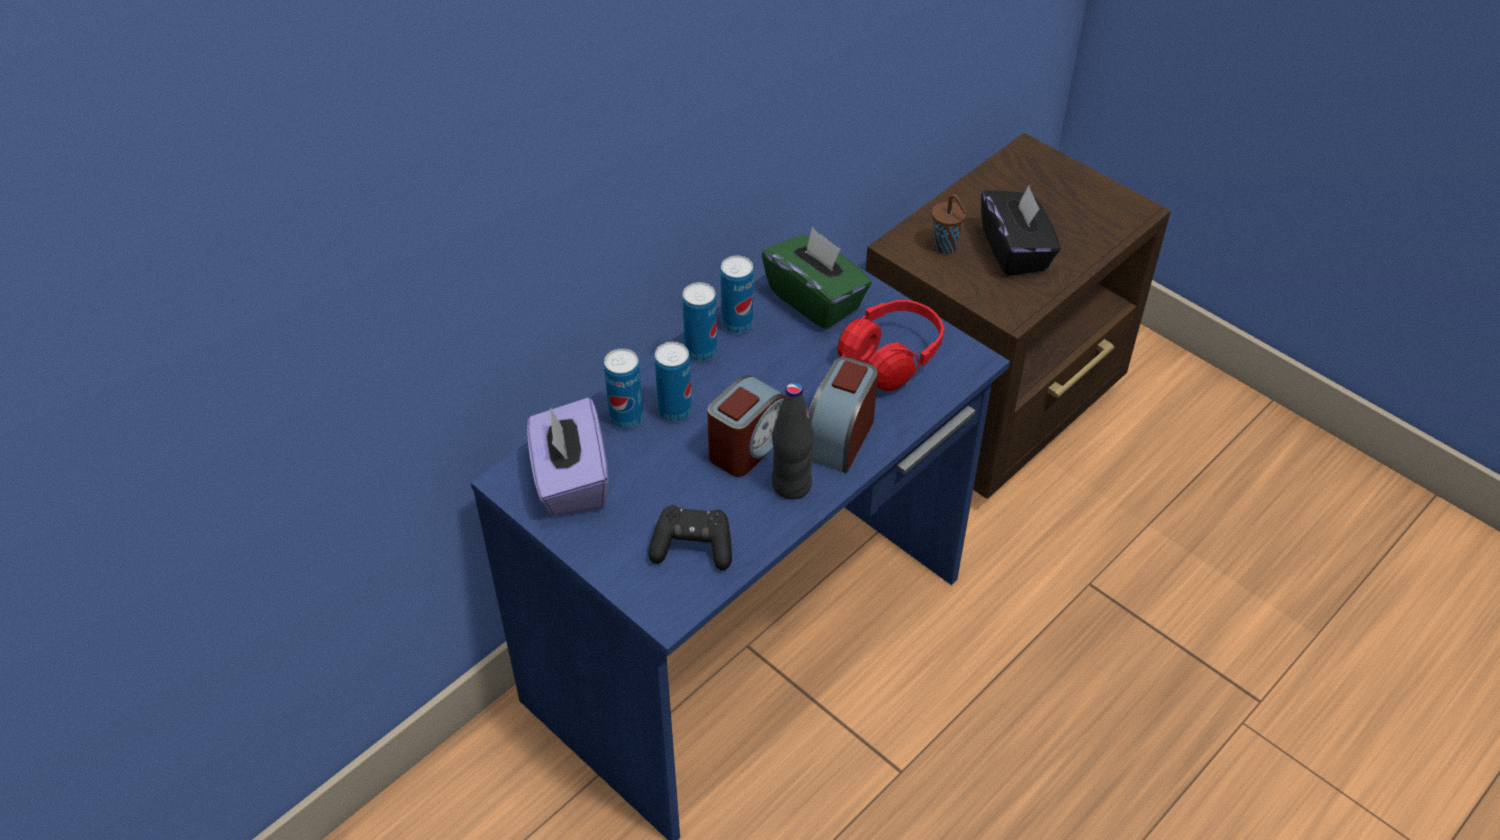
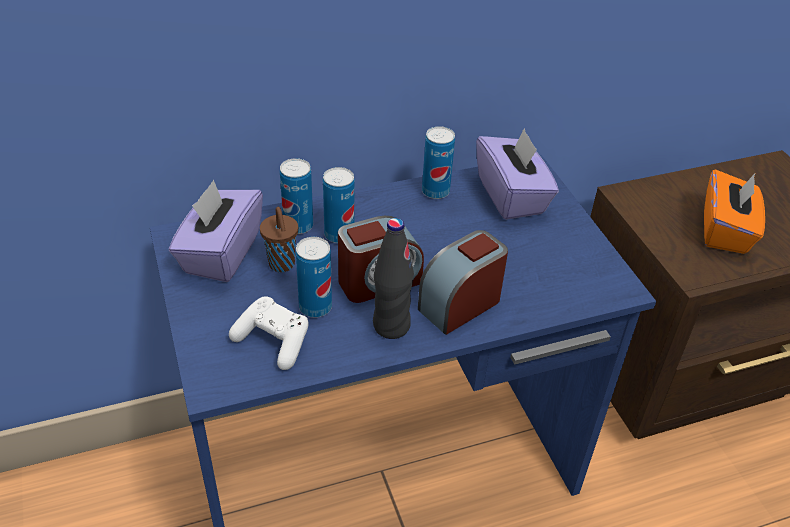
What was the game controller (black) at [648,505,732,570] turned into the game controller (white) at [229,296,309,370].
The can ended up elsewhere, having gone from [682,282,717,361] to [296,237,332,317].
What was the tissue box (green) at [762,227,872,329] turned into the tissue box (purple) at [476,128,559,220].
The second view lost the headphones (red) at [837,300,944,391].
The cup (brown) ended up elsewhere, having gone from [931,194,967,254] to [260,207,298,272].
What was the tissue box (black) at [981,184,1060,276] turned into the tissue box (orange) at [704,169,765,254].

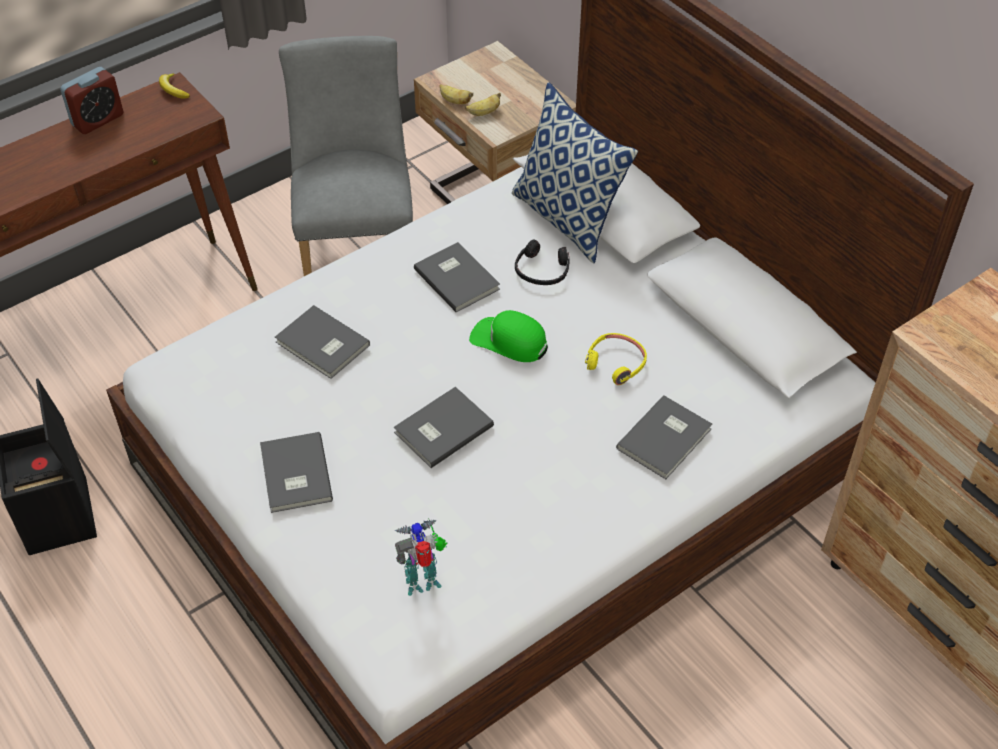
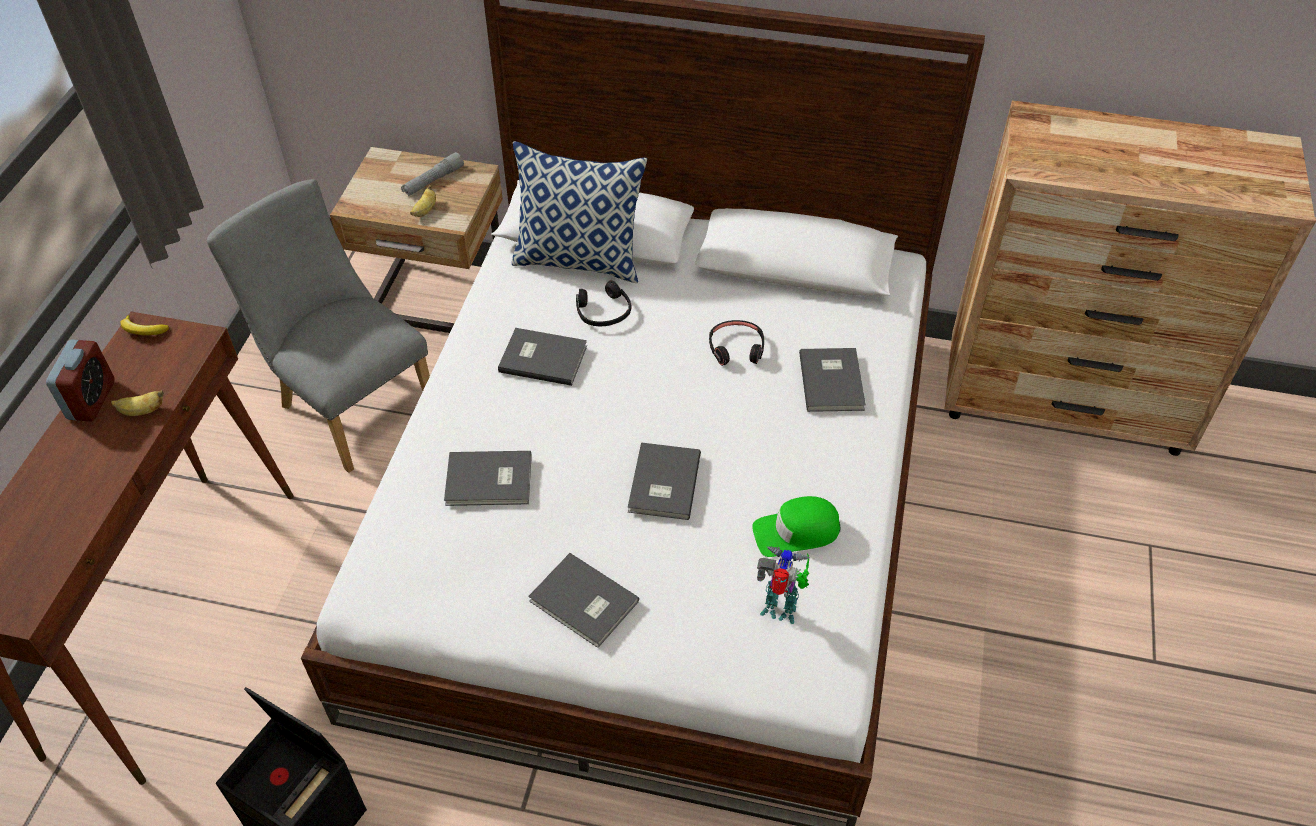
The toy robot at [395,520,447,596] ended up facing another way, 75 degrees clockwise from before.
The banana ended up elsewhere, having gone from [440,84,473,104] to [111,390,164,416].
The cap (green) ended up elsewhere, having gone from [469,310,548,362] to [752,496,840,557].
What was the headphones (yellow) at [585,333,647,385] turned into the headphones (black) at [709,320,764,366].
The second view gained the flashlight (grey) at [401,152,464,196].

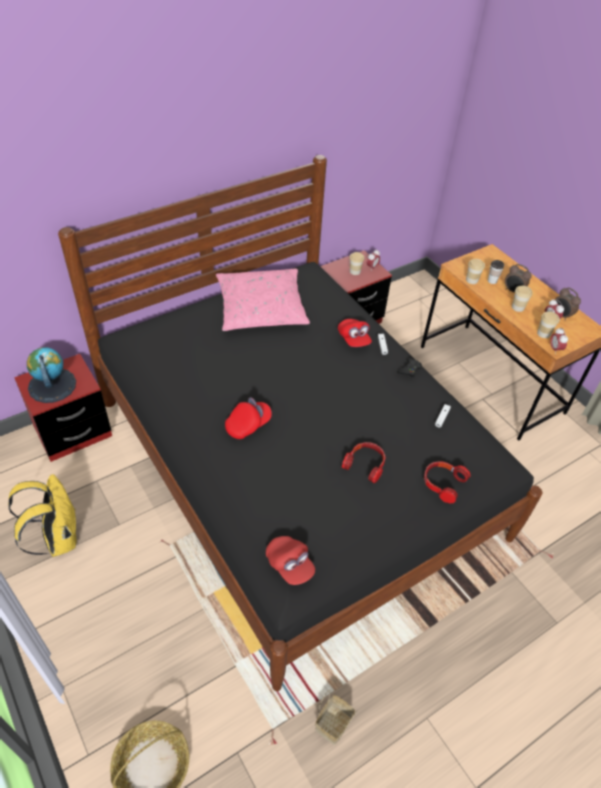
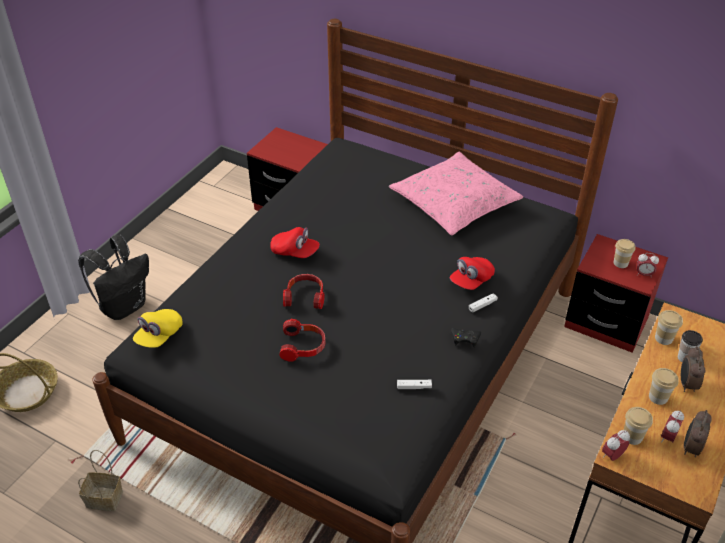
The second view lost the backpack (yellow) at [8,474,77,557].
The second view lost the globe at [27,347,76,403].
What was the cap (red) at [266,536,315,585] turned into the cap (yellow) at [133,309,183,348].
The headphones ended up elsewhere, having gone from [424,461,470,503] to [283,274,325,309].
The second view gained the backpack (black) at [78,235,149,320].

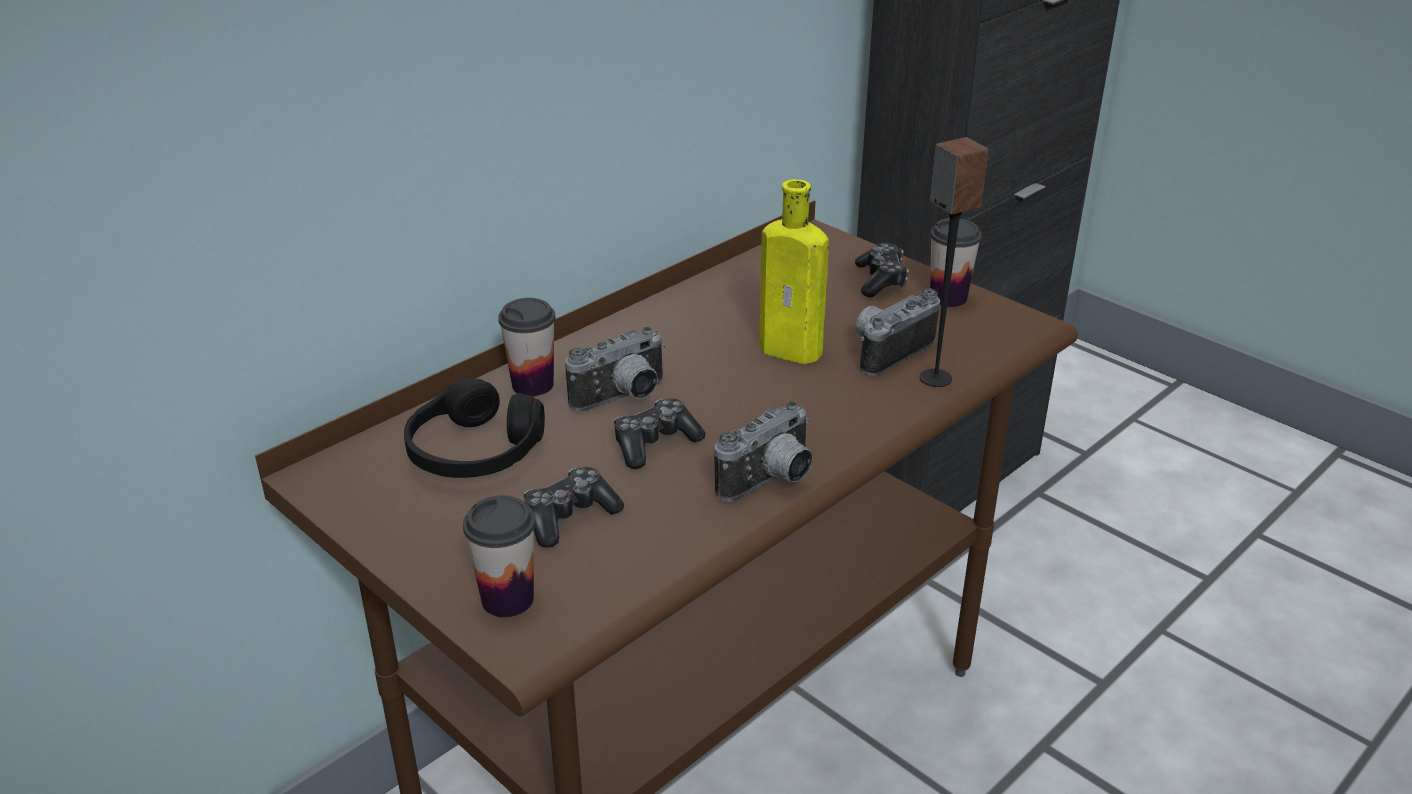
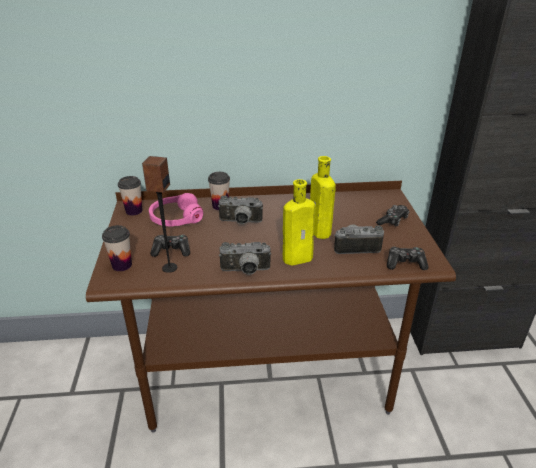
What was the headphones (black) at [404,378,545,478] turned into the headphones (pink) at [149,193,203,226].
The game controller ended up elsewhere, having gone from [614,398,705,469] to [387,247,429,270].
The speaker ended up elsewhere, having gone from [920,137,989,387] to [142,156,177,273].
The cup ended up elsewhere, having gone from [930,218,982,307] to [118,176,142,215].
The second view gained the bottle (yellow) at [283,179,316,266].

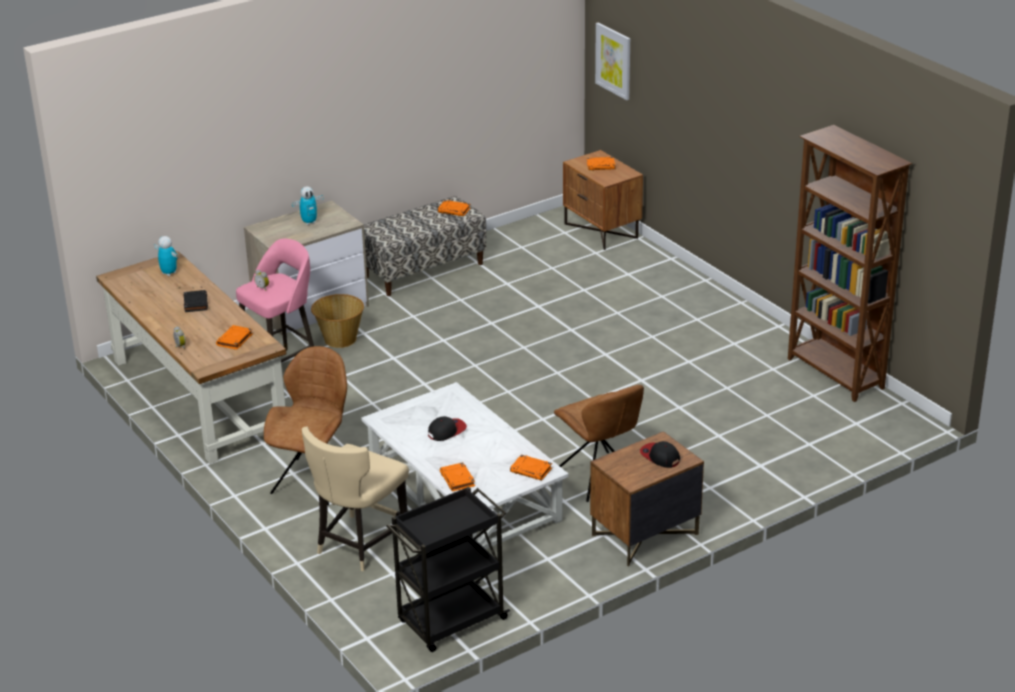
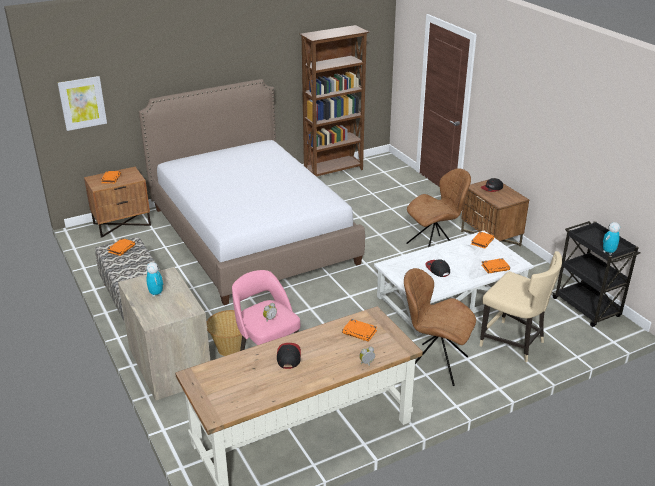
The toy robot ended up elsewhere, having gone from [154,236,177,276] to [603,222,620,255].
Where the book (black) stood at [183,290,208,312], the cap came to stand at [277,343,301,369].
The second view gained the bed at [139,79,365,305].

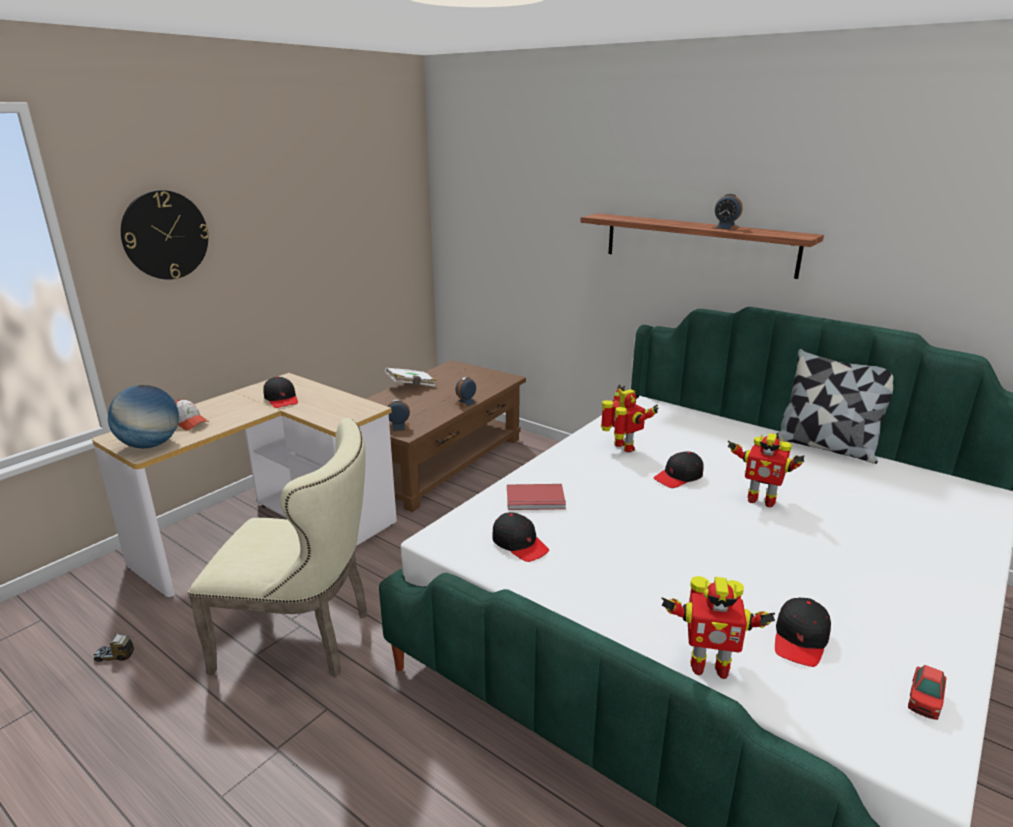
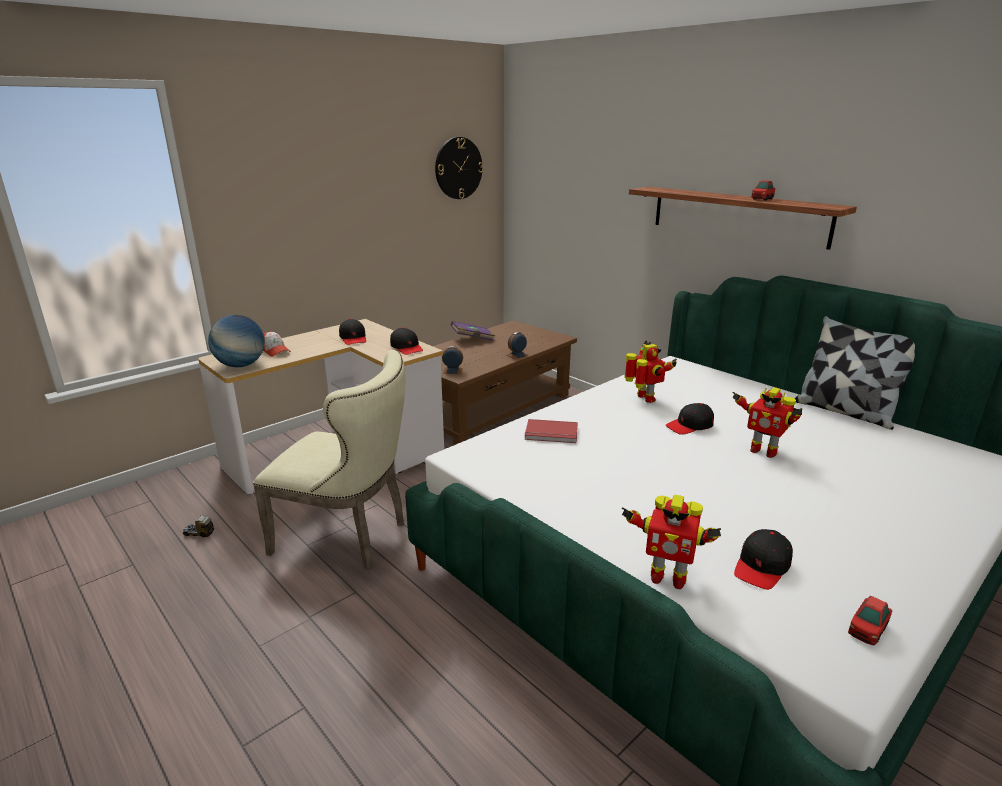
The wall clock ended up elsewhere, having gone from [121,190,209,280] to [435,137,483,199].
What was the book (white) at [385,367,437,387] turned into the book (purple) at [450,321,495,341].
The cap (black) ended up elsewhere, having gone from [492,512,549,562] to [390,327,423,355].
Where the alarm clock stood at [713,194,743,230], the toy car came to stand at [751,180,775,200].

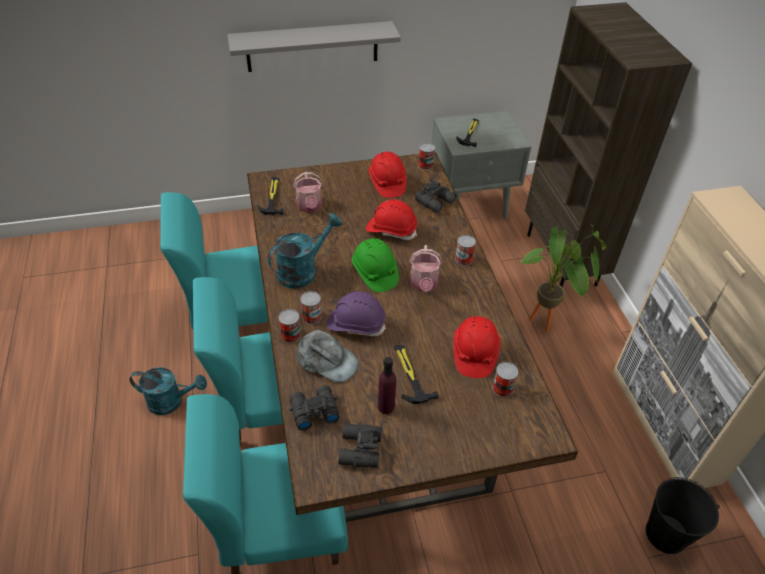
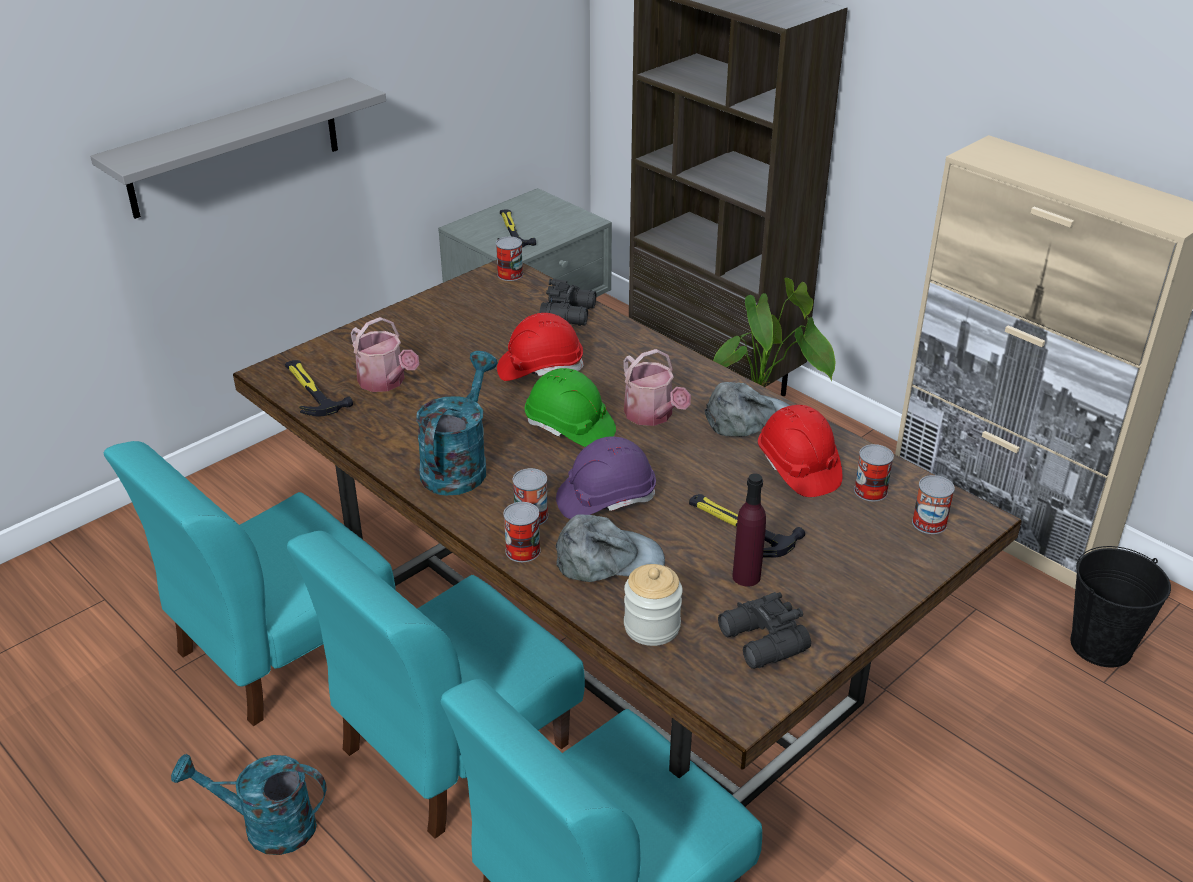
The watering can (turquoise) at [130,367,207,415] ended up facing another way, 150 degrees counterclockwise from before.
Where the binoculars (black) stood at [289,385,339,430], the jar came to stand at [624,564,683,646].
The second view lost the hard hat (red) at [368,152,407,198].
The can ended up elsewhere, having gone from [455,235,476,266] to [912,475,955,534].
The second view gained the cap (grey) at [705,382,791,437].

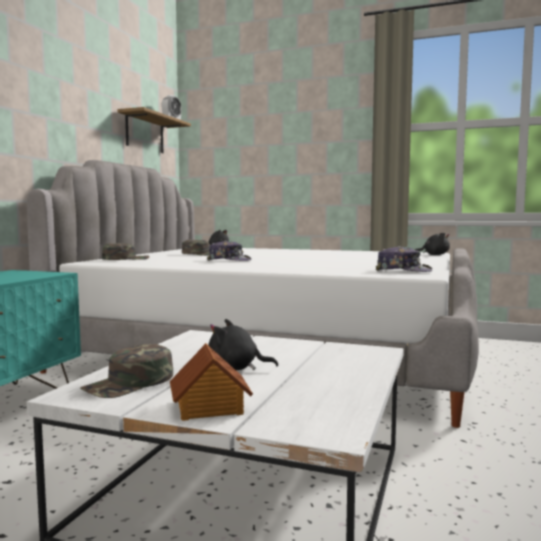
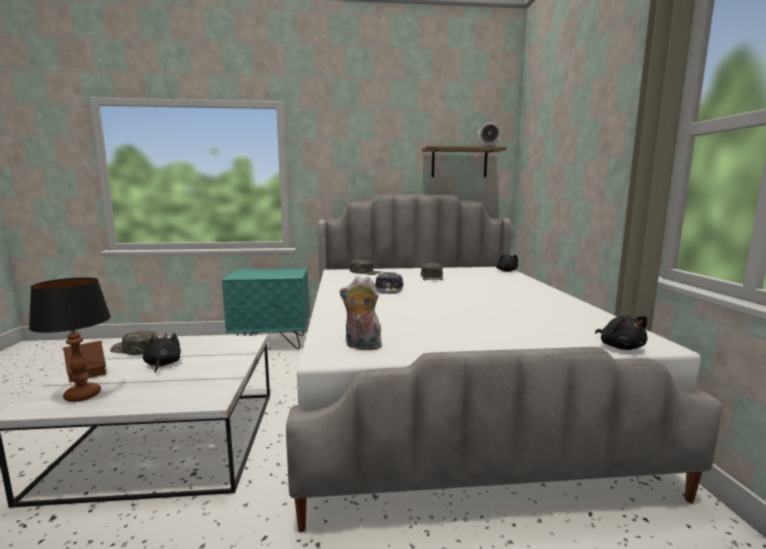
Where the cap stood at [376,246,432,272], the plush toy came to stand at [340,277,382,350].
The second view gained the table lamp at [29,278,111,402].

